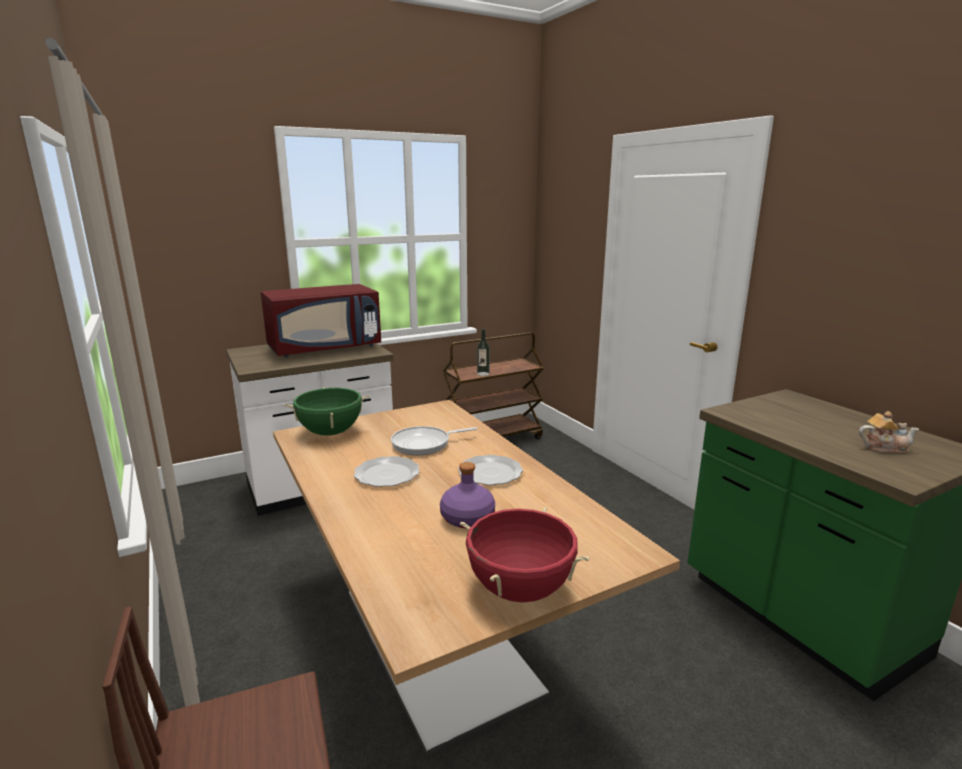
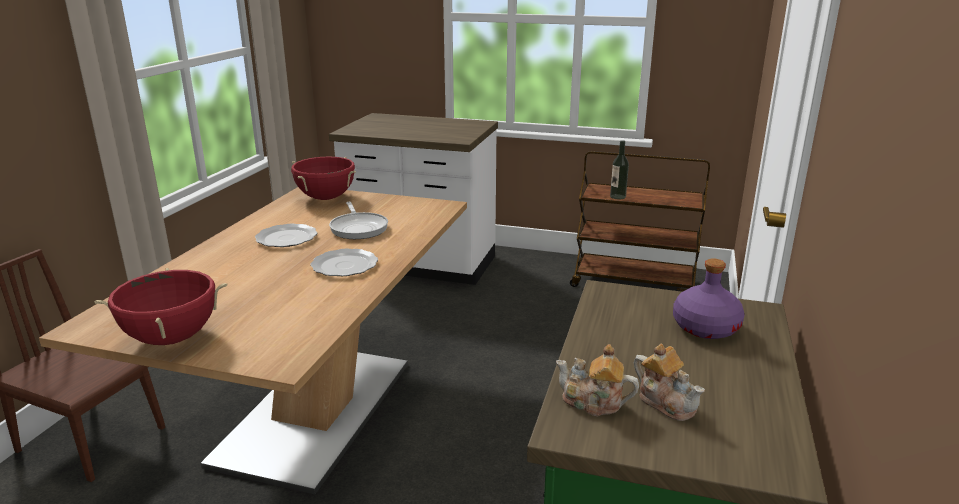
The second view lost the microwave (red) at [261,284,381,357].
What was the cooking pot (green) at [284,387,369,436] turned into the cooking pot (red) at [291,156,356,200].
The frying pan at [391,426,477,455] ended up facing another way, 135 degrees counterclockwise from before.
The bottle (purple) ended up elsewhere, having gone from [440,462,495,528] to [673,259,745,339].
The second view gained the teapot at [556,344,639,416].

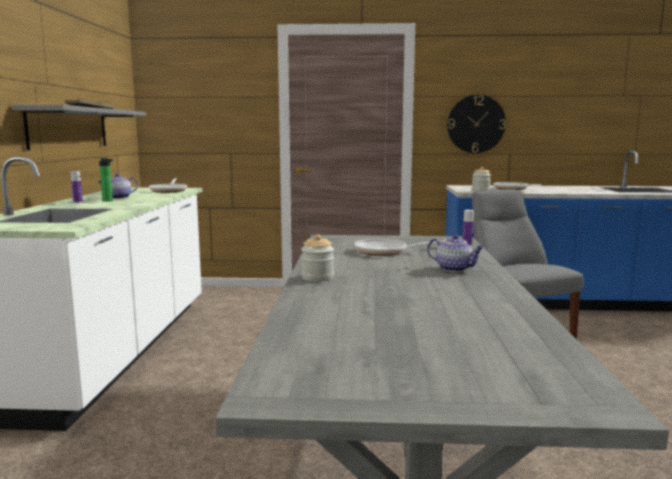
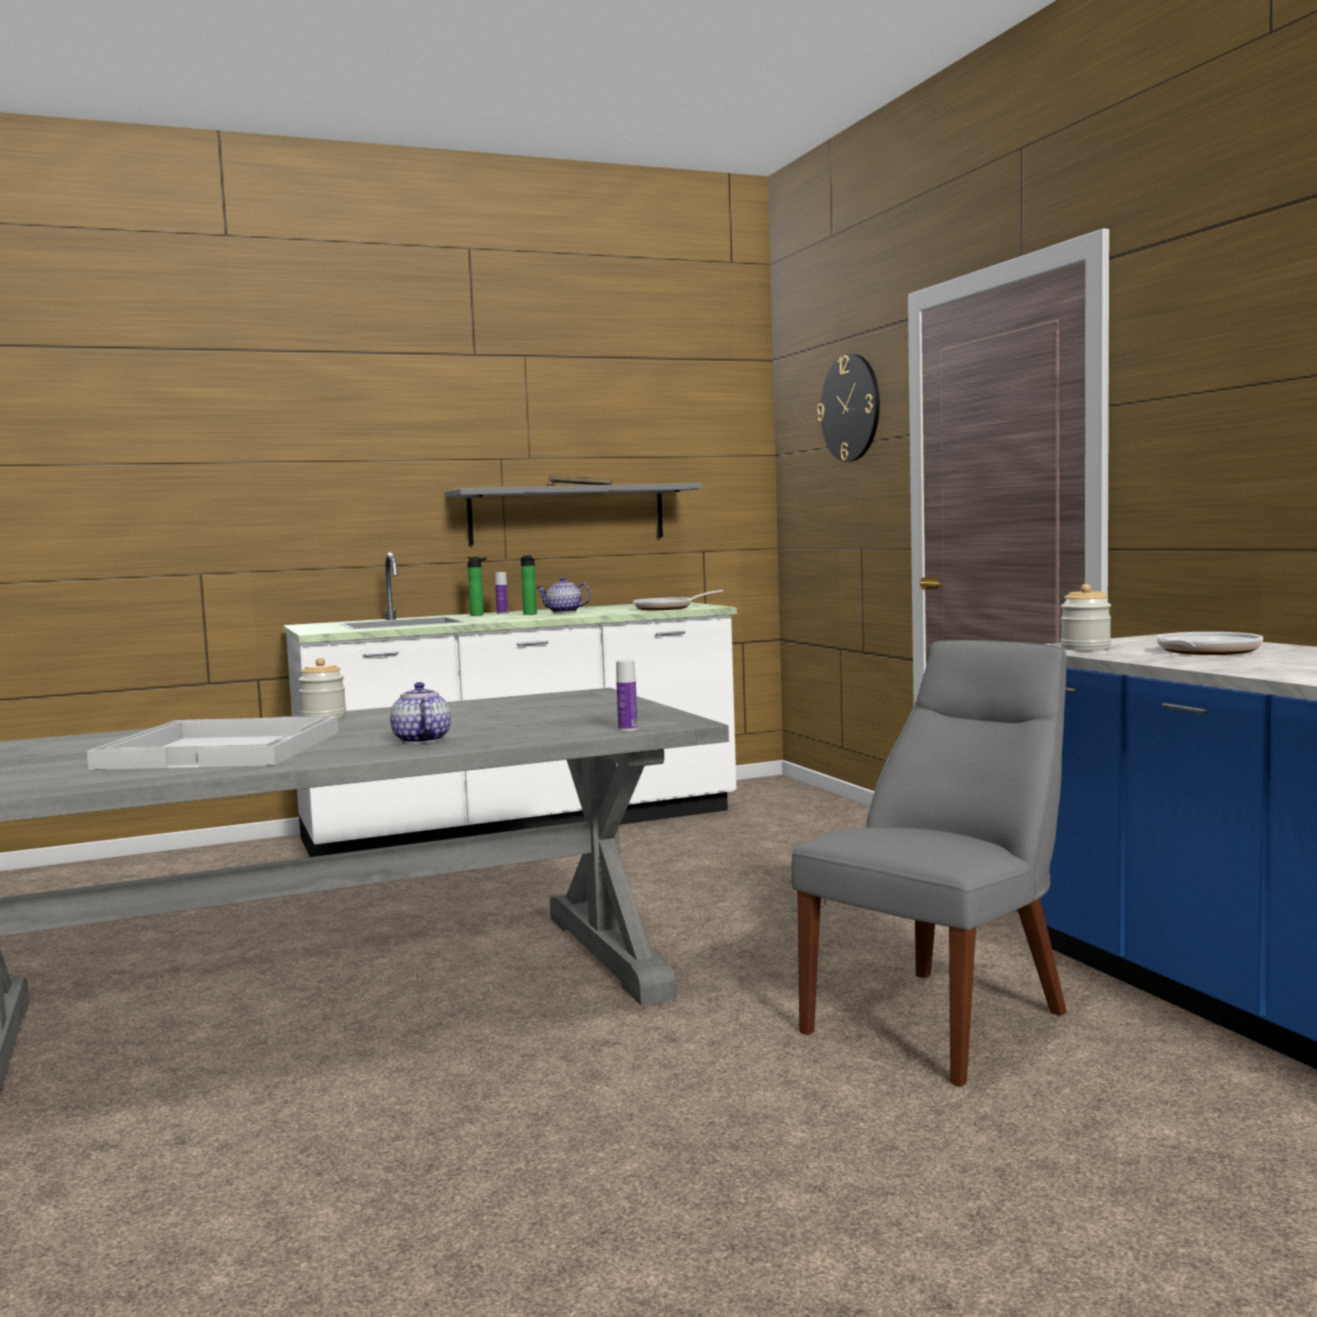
The second view lost the frying pan at [355,239,444,256].
The teapot at [427,235,485,272] ended up facing another way, 150 degrees clockwise from before.
The wall clock ended up elsewhere, having gone from [447,95,506,153] to [817,354,880,462].
The second view gained the tray (white) at [87,716,338,770].
The second view gained the bottle at [467,557,487,616].

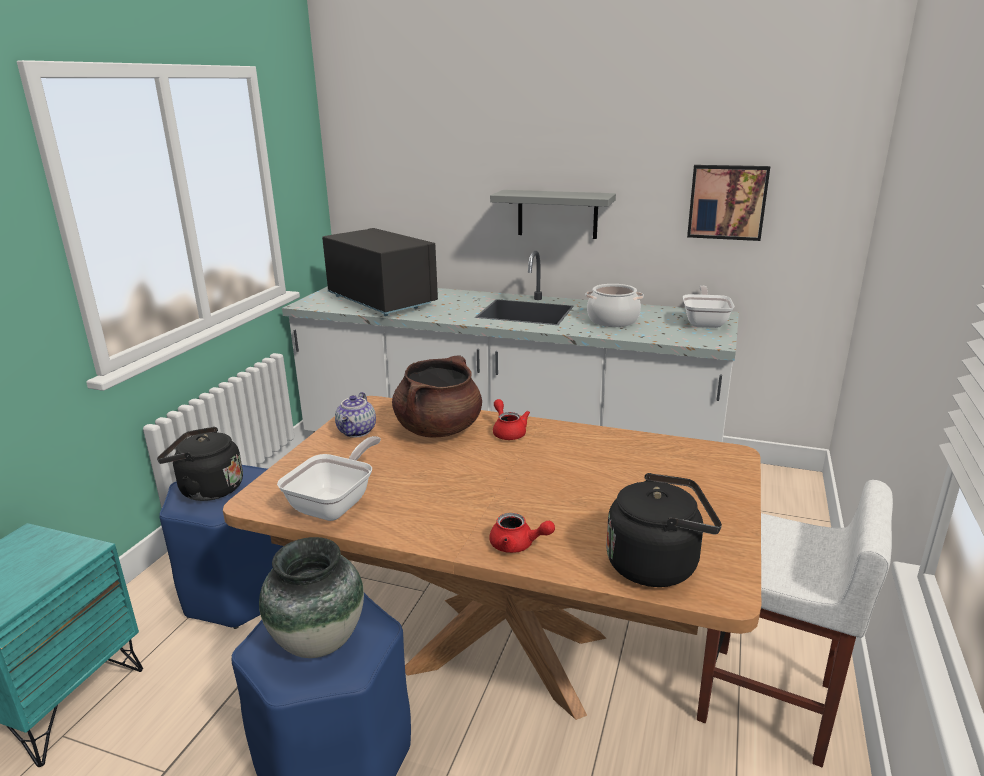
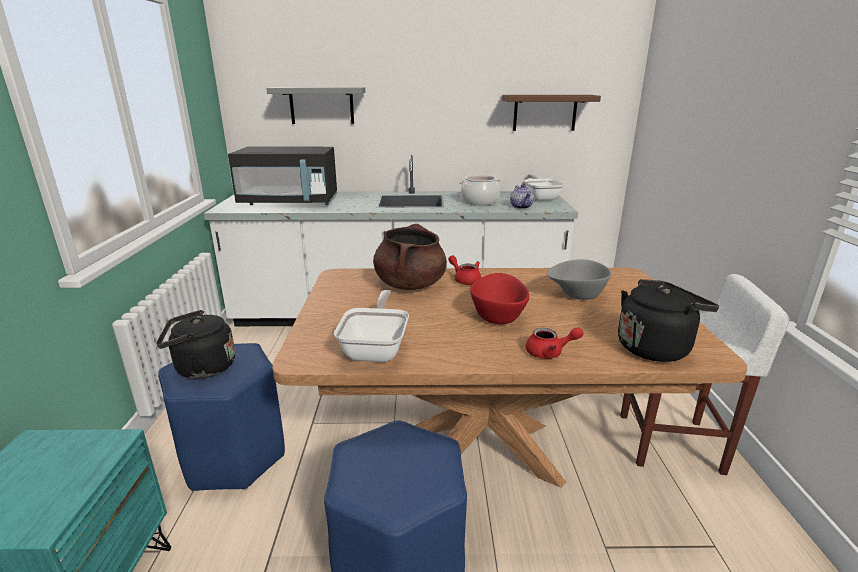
The second view lost the vase at [259,537,364,658].
The microwave (black) at [322,228,438,316] ended up facing another way, 150 degrees clockwise from before.
The teapot ended up elsewhere, having gone from [335,392,376,437] to [510,184,534,209].
The shelf (grey) ended up elsewhere, having gone from [490,190,616,239] to [266,87,365,124].
Where the picture hung at [687,165,770,241], the shelf (brown) came to hang at [502,95,601,131].
The second view gained the bowl (red) at [470,273,529,324].
The second view gained the bowl (grey) at [547,259,611,300].

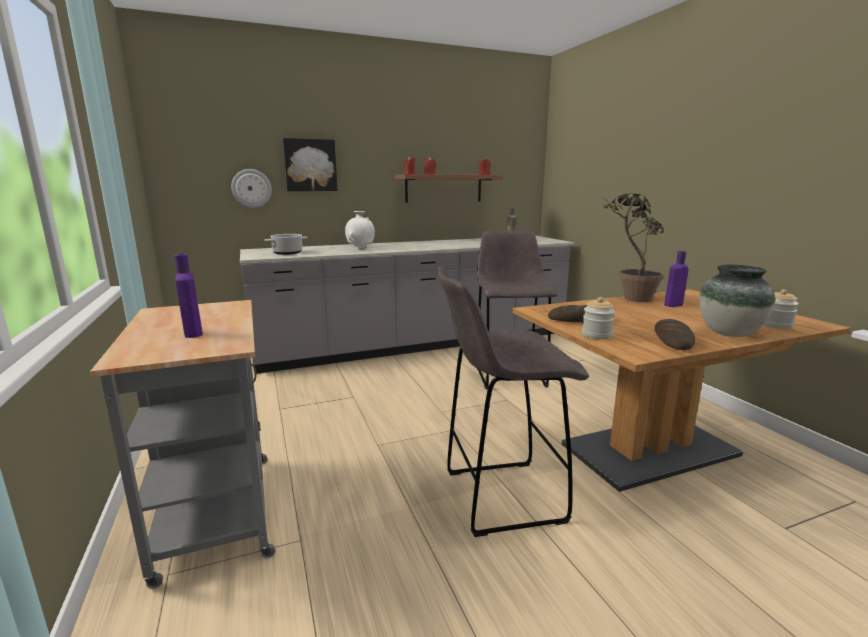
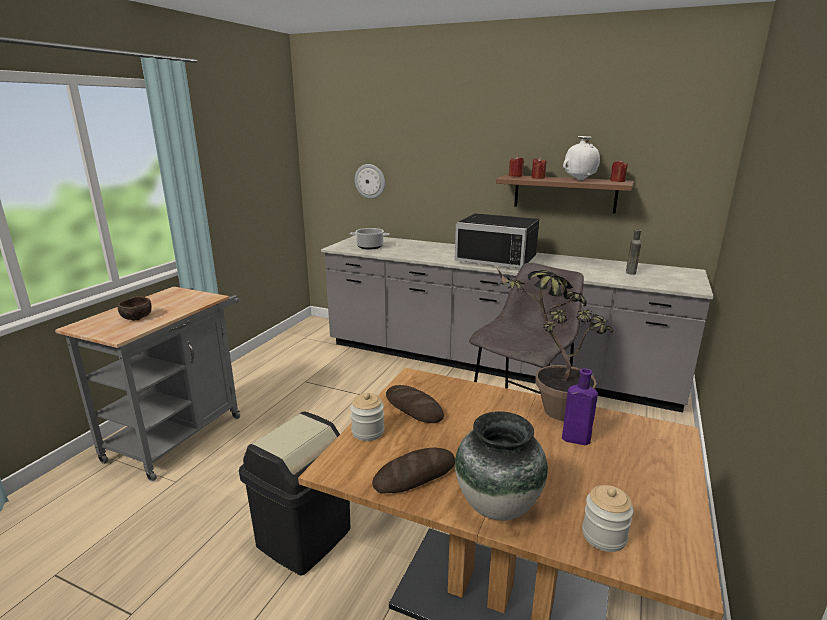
Where the bottle (purple) stood at [174,254,203,338], the bowl (brown) came to stand at [118,296,152,321].
The second view lost the picture at [283,138,338,191].
The vase (white) ended up elsewhere, having gone from [345,211,375,249] to [563,136,600,180].
Where the stool (grey) stood at [437,266,589,537], the trash can (black) came to stand at [239,411,350,575].
The second view gained the microwave (black) at [455,214,539,268].

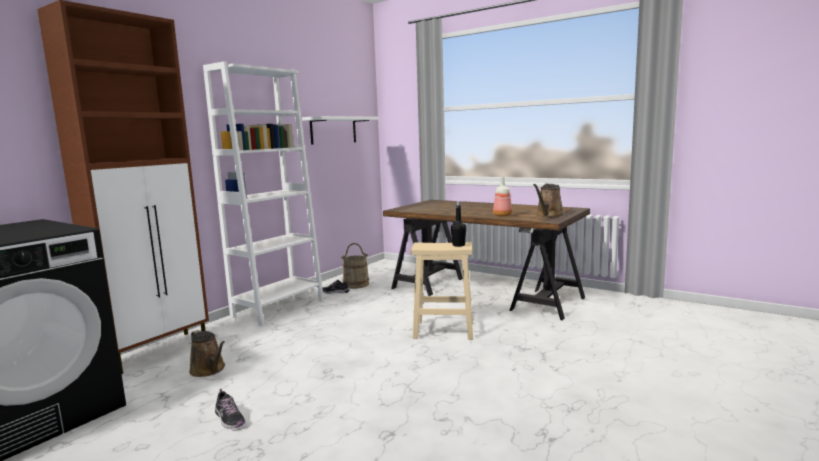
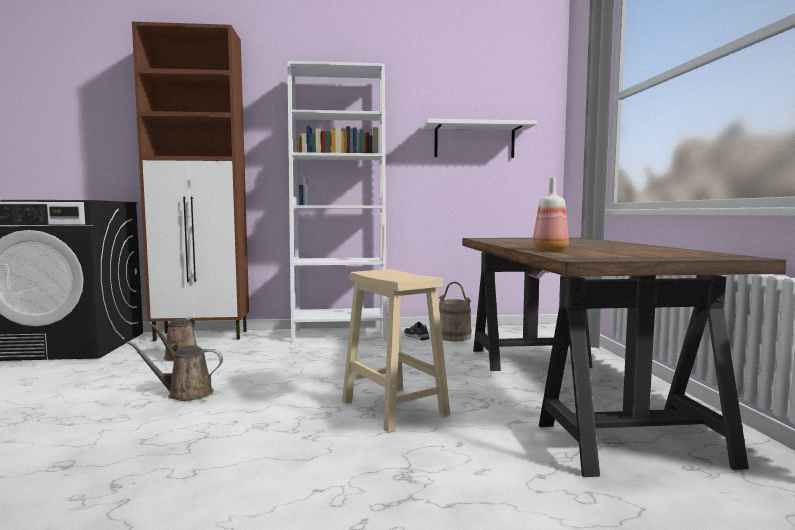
The second view lost the shoe at [215,389,246,429].
The second view lost the bottle (black) at [451,201,466,247].
The watering can (brown) ended up elsewhere, having gone from [533,184,564,217] to [127,341,223,401].

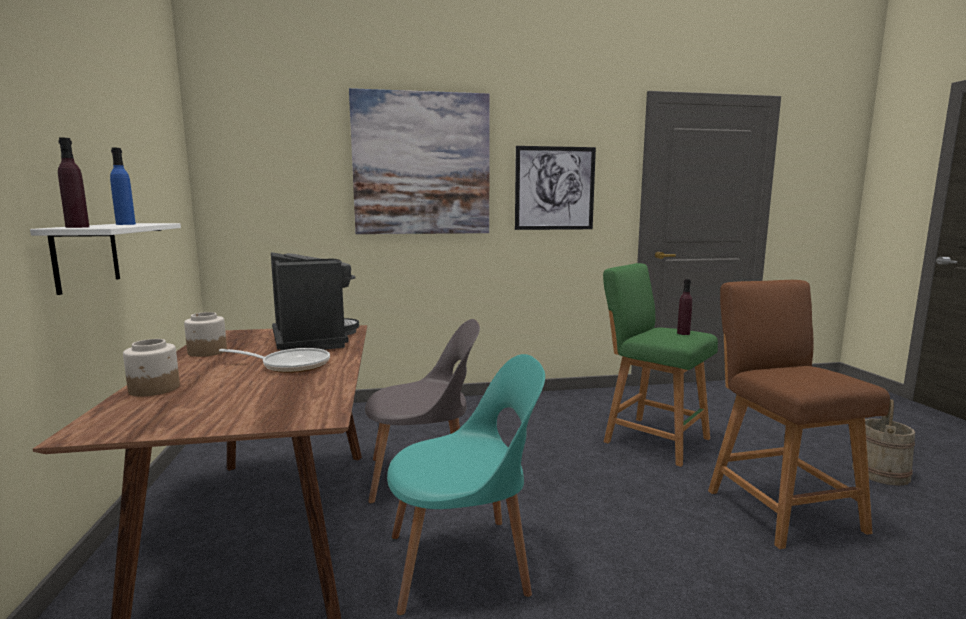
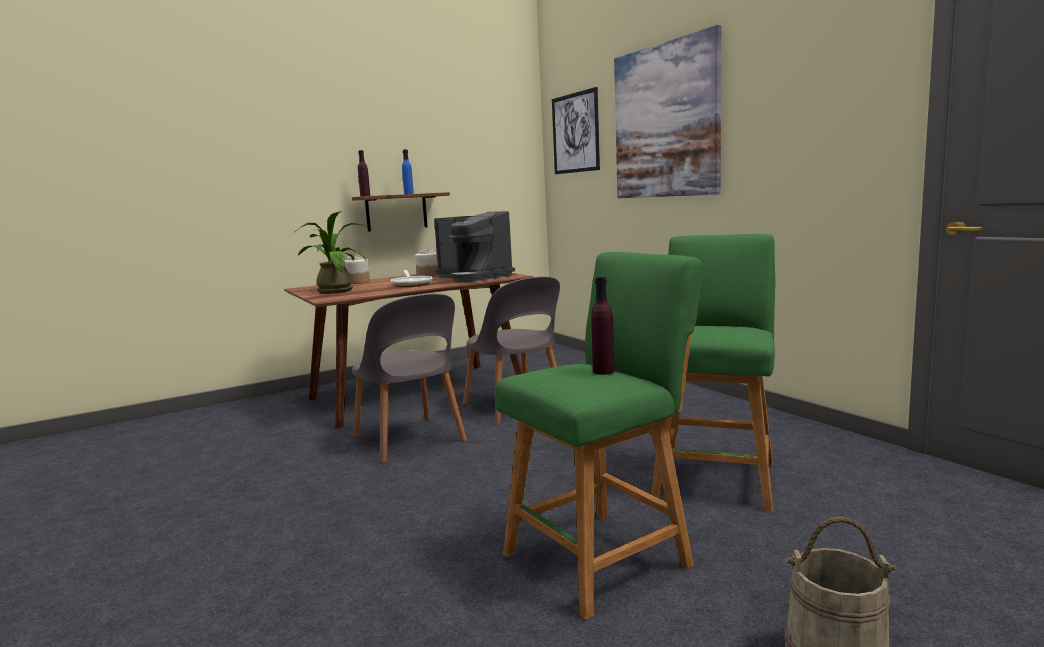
What was the shelf (white) at [30,223,181,295] turned into the shelf (brown) at [352,192,450,231].
The coffee machine at [271,252,359,351] ended up facing another way, 90 degrees clockwise from before.
What was the chair (turquoise) at [387,354,545,616] turned into the chair (grey) at [352,294,467,463].
The picture ended up elsewhere, having gone from [515,146,596,230] to [552,87,600,174].
The bottle (purple) ended up elsewhere, having gone from [677,279,692,335] to [591,277,614,375].
What was the stool (brown) at [708,280,890,549] turned into the stool (green) at [496,252,702,620].
The second view gained the potted plant at [295,211,367,294].

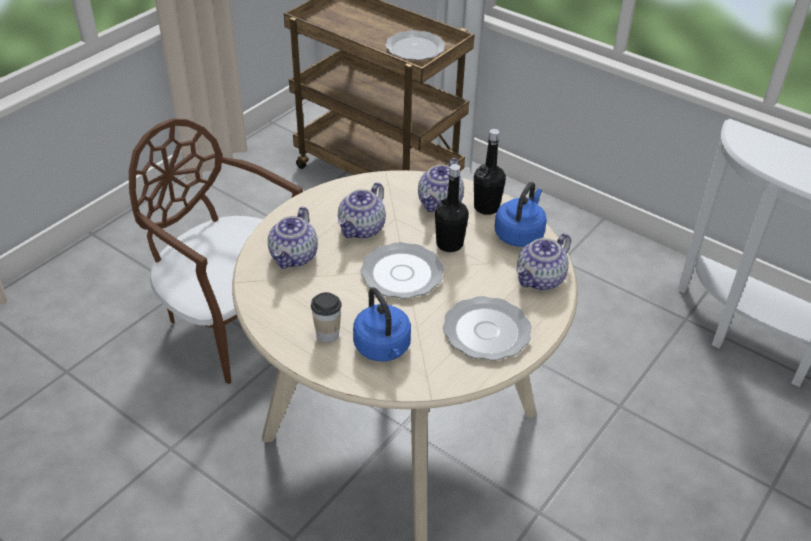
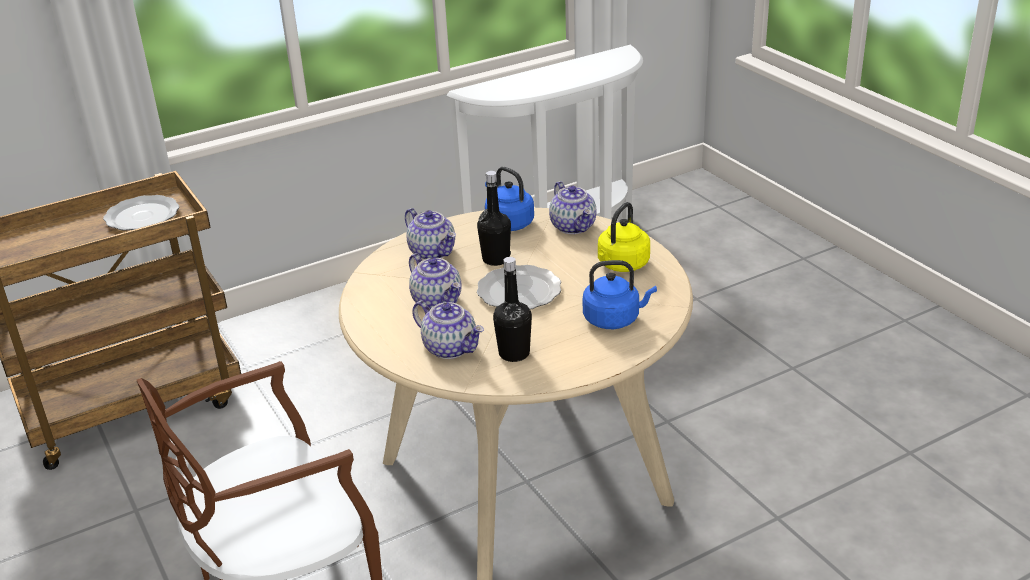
The second view lost the cup at [311,292,342,343].
Where the plate stood at [443,296,532,361], the kettle (yellow) came to stand at [598,202,650,272].
The bottle (black) ended up elsewhere, having gone from [474,129,506,215] to [493,257,532,362].

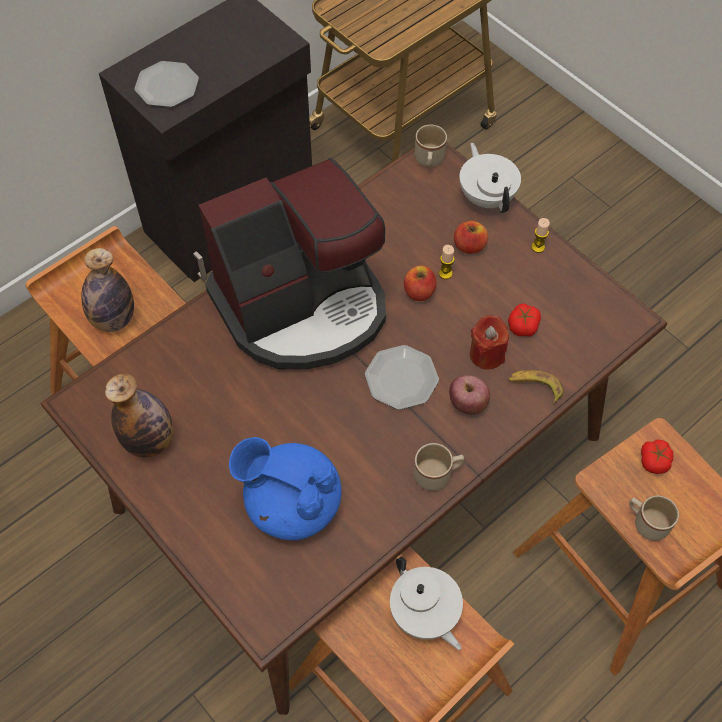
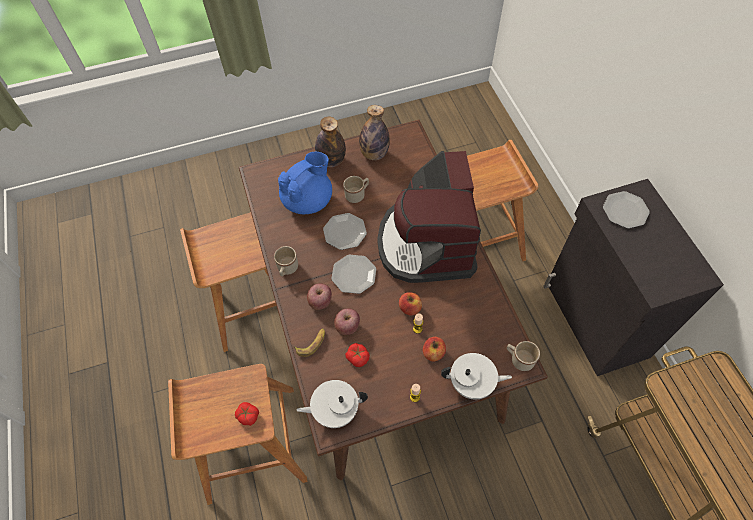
The bottle ended up elsewhere, having gone from [81,248,134,332] to [315,117,346,167].
The teapot (white) ended up elsewhere, having gone from [390,557,463,650] to [297,380,368,428].
Where the candle (red) stood at [470,315,509,370], the apple came to stand at [334,308,360,335].
The mug (beige) ended up elsewhere, having gone from [629,495,679,541] to [343,176,369,203].
The second view gained the plate at [323,213,367,250].

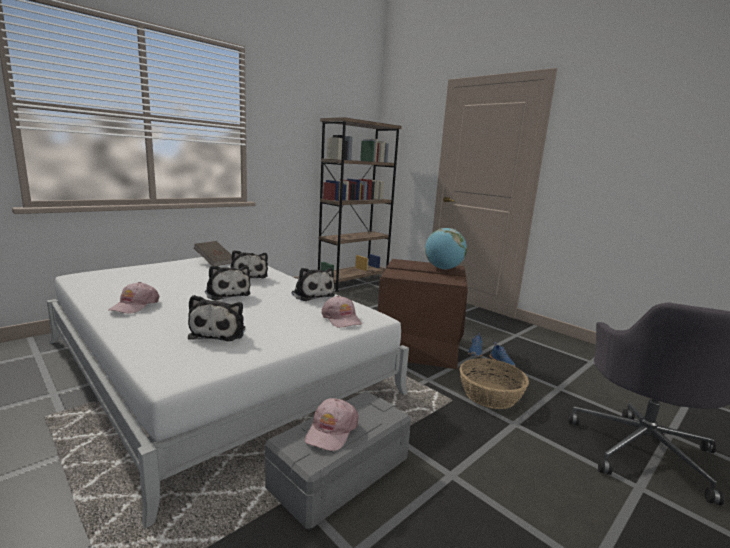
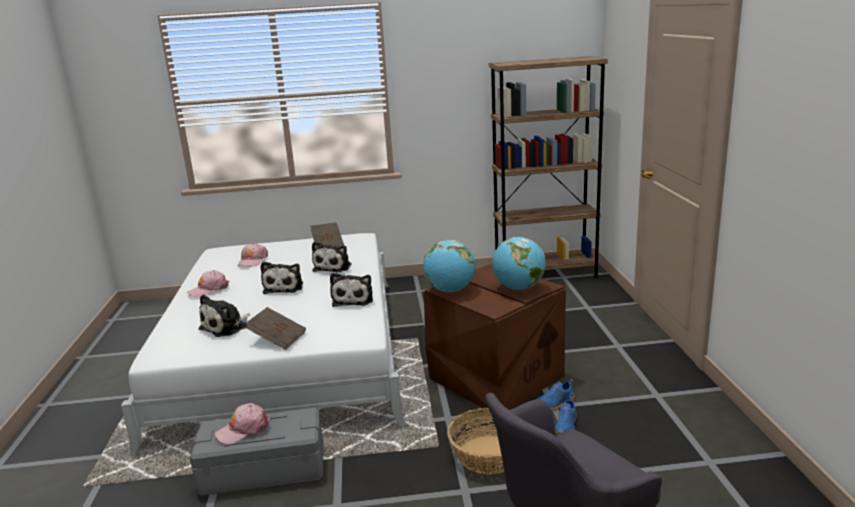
The cap (pink) ended up elsewhere, having gone from [322,296,362,328] to [237,243,268,267].
The second view gained the book (brown) at [246,307,306,350].
The second view gained the globe at [423,240,476,292].

